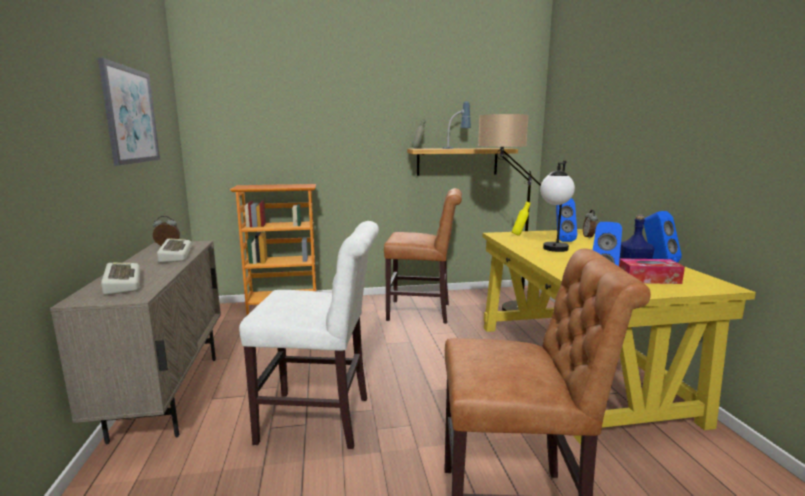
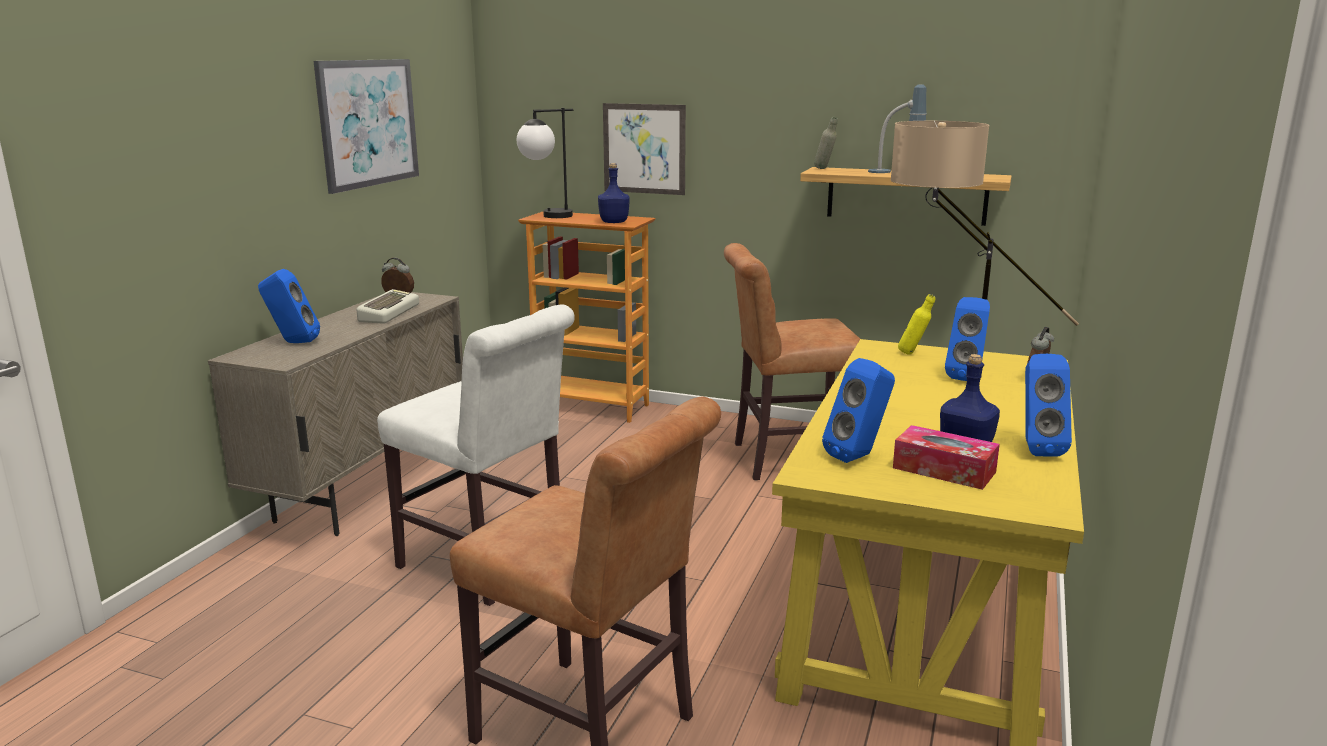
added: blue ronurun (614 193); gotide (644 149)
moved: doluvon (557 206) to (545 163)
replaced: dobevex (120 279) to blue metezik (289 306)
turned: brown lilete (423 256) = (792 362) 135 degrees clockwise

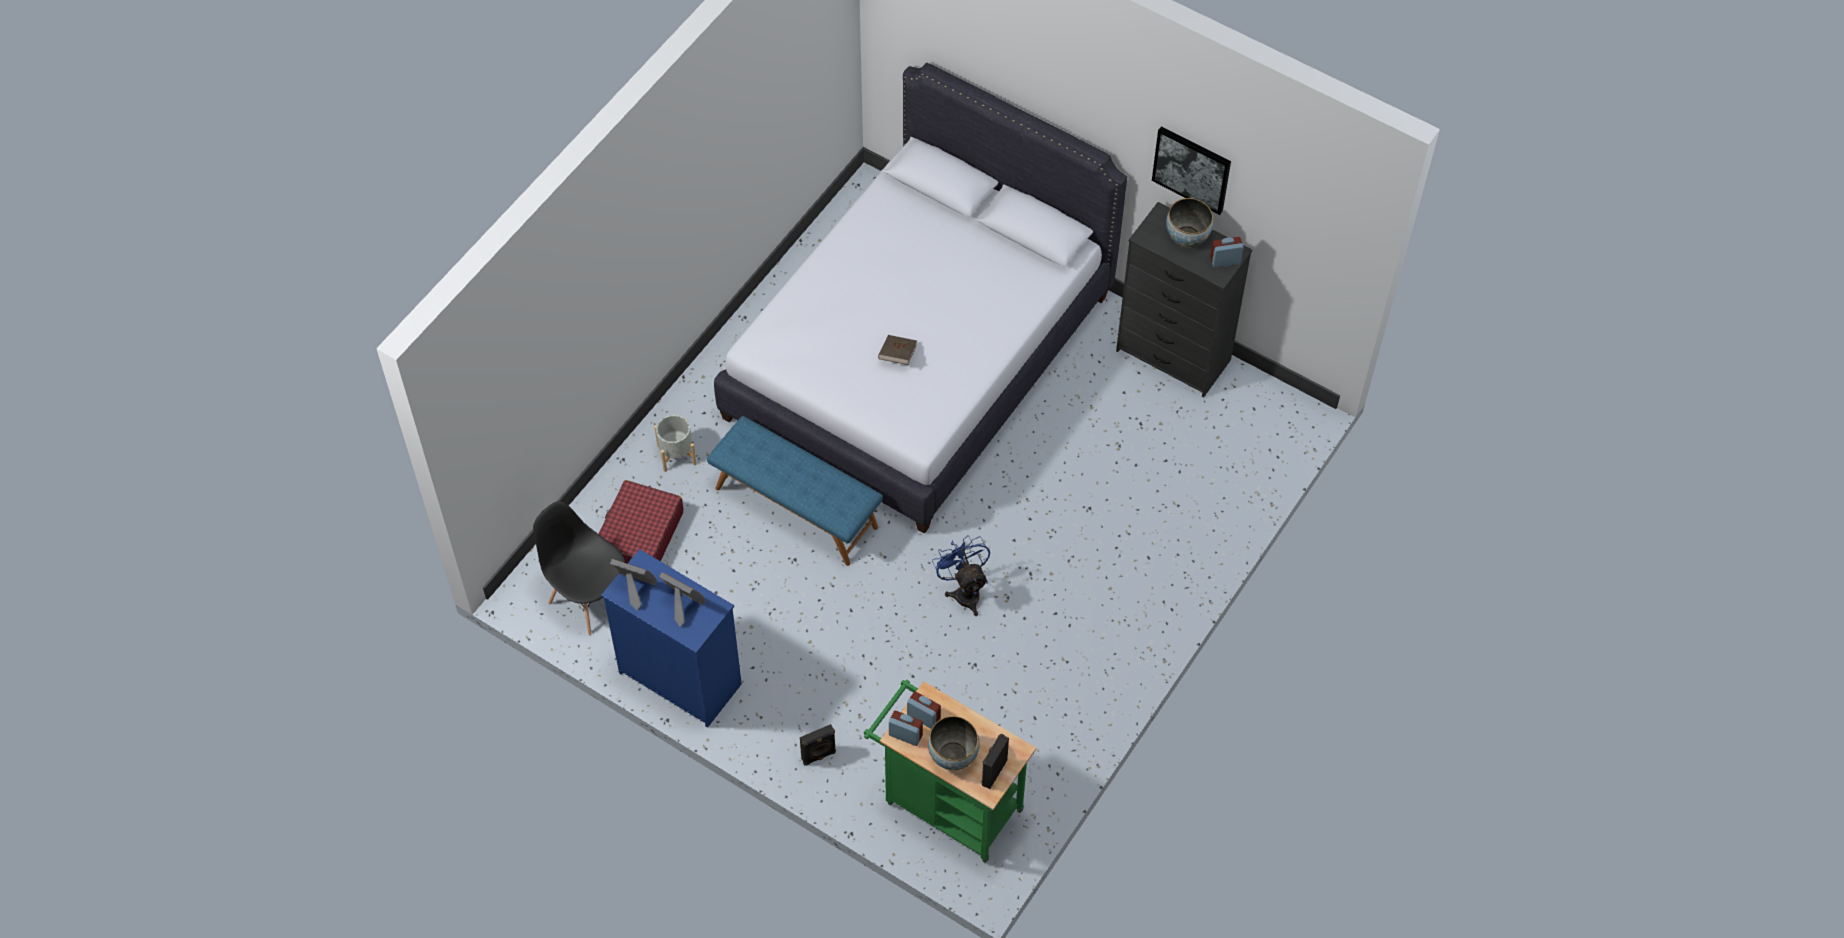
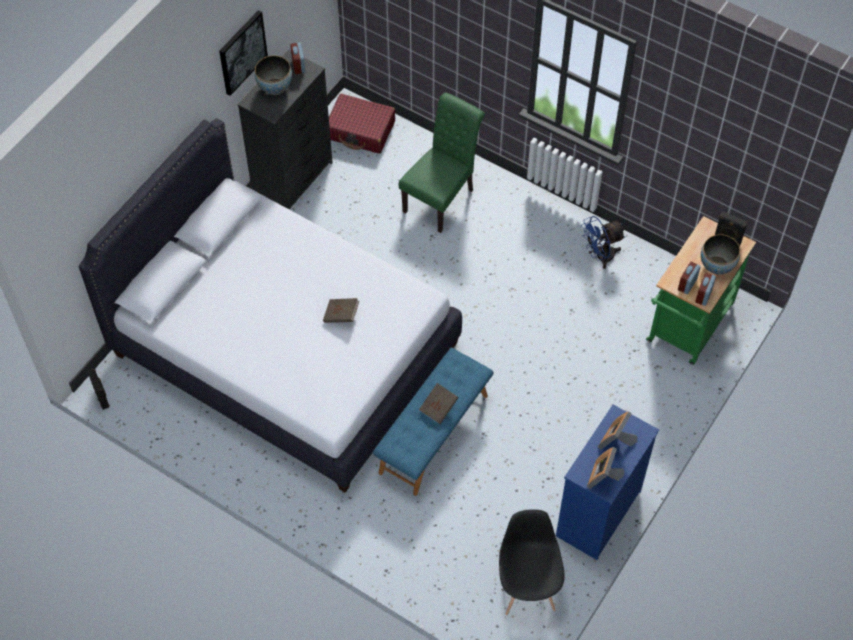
removed: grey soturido (675 443)
added: green lilete (442 163); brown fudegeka (439 403)
moved: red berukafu (641 522) to (362 123); black metezik (818 744) to (98 389); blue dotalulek (961 575) to (603 242)
turned: black lilete (579 568) = (532 562) 135 degrees clockwise

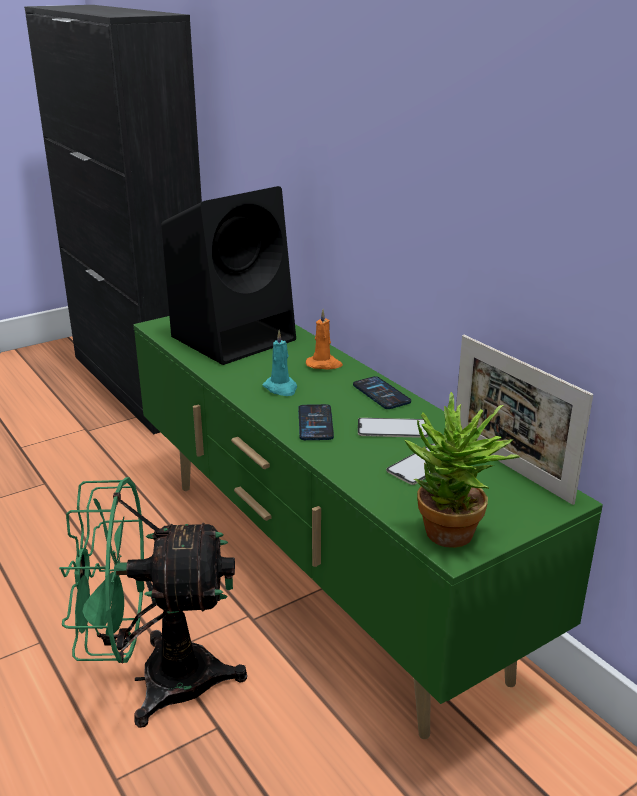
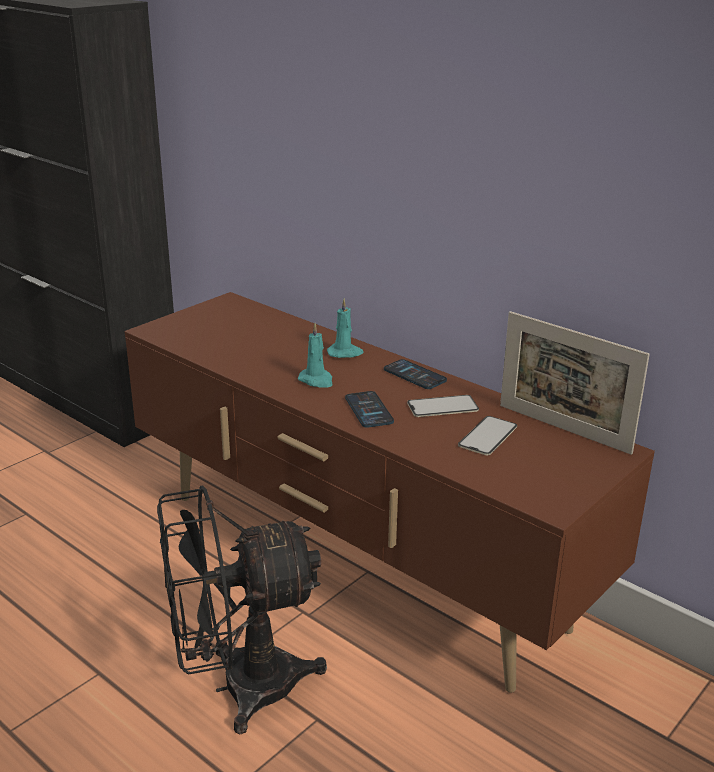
removed: black metezik (228 275); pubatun (462 470)
recoloured: green dotalulek (153 602) to black dotalulek (242 609); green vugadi (368 527) to brown vugadi (389 492); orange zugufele (324 339) to turquoise zugufele (345 328)

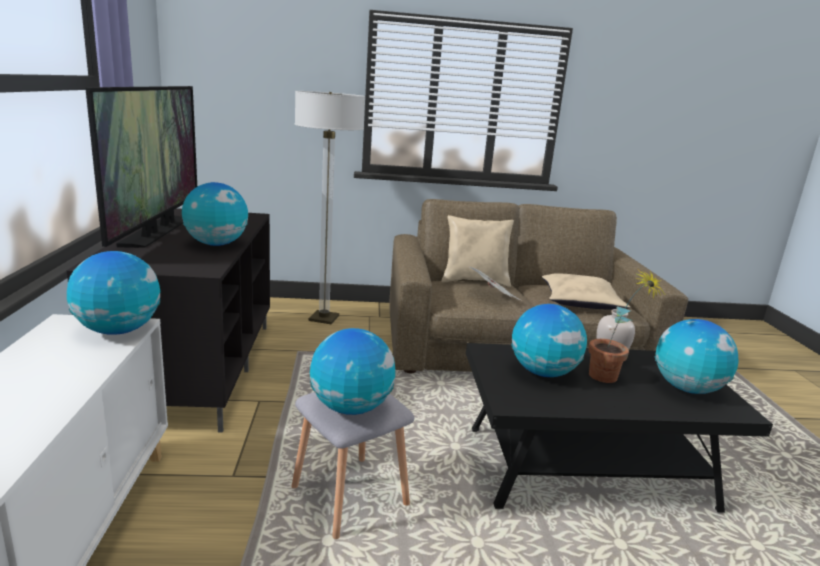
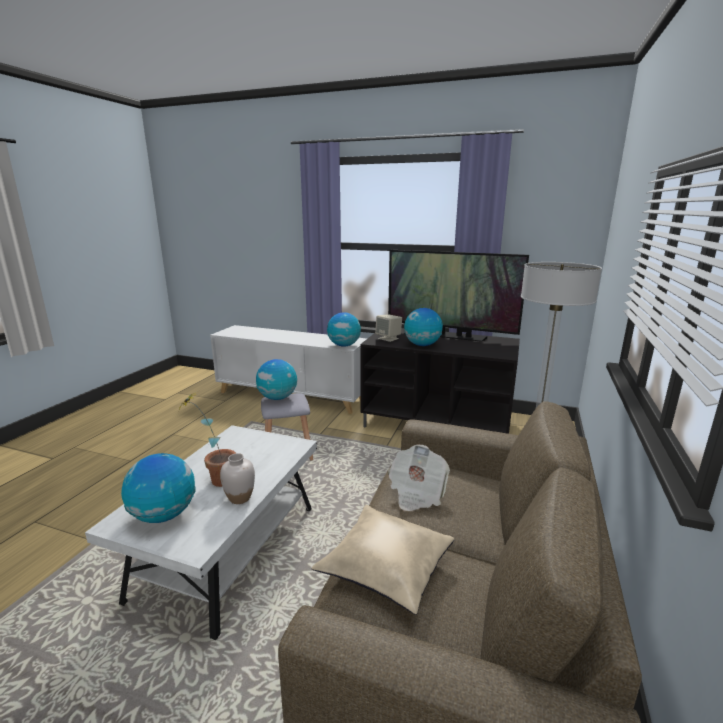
removed: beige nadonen (478 251); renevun (549 340)
added: beige metezik (388 328)
recoloured: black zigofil (619 428) to white zigofil (201 532)

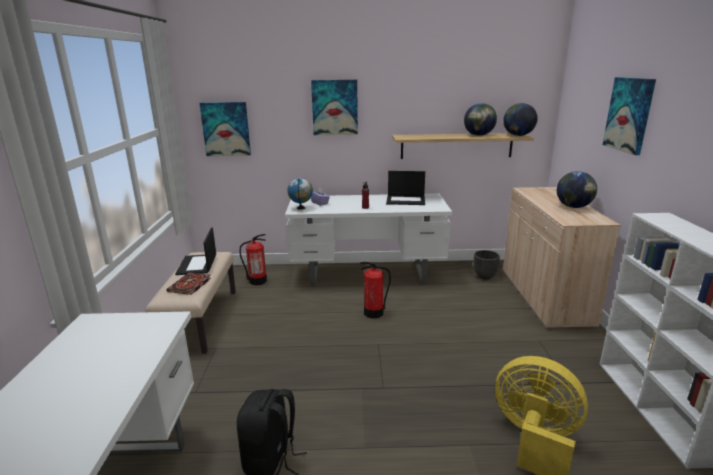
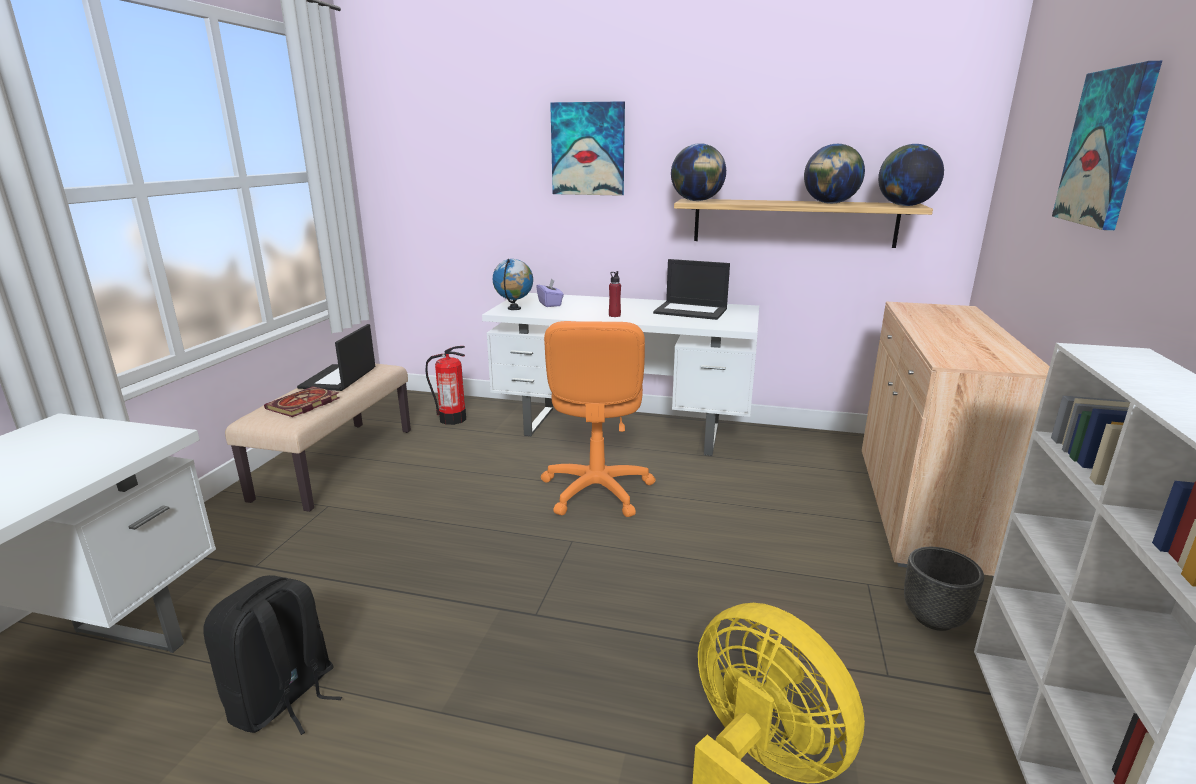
removed: gotide (225 129)
moved: black soturido (487 264) to (944 589); renevun (577 189) to (698 172)
replaced: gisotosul (375 290) to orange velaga (598 419)

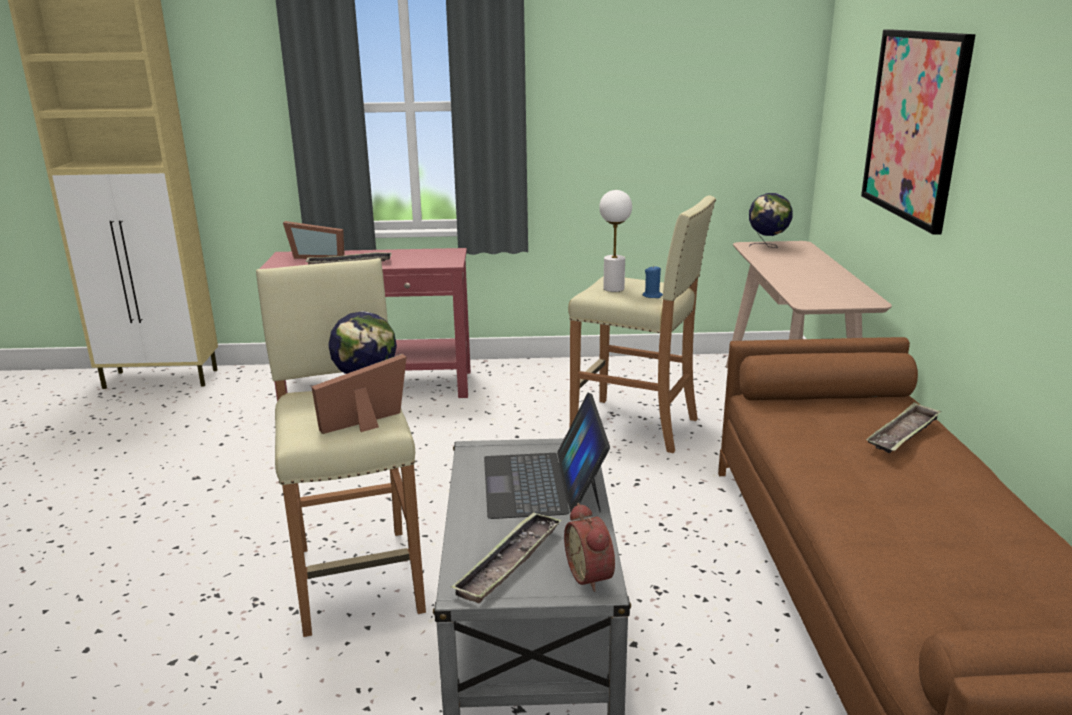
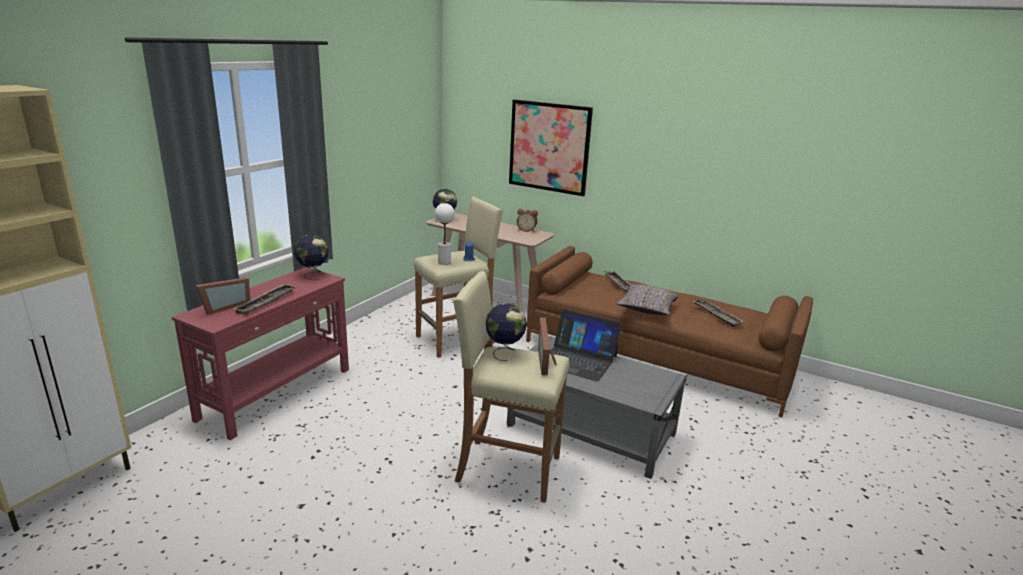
added: renevun (311 257); grey nadonen (647 299)
moved: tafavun (506 557) to (718 313); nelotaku (589 547) to (527 220)

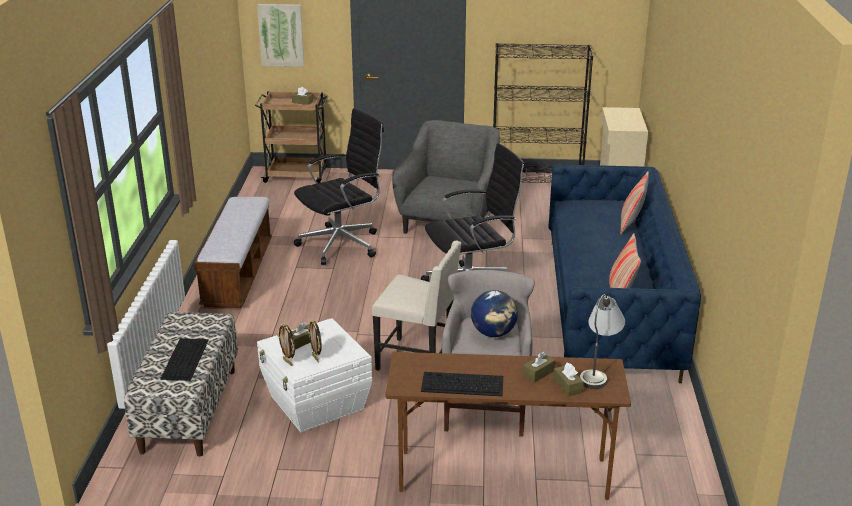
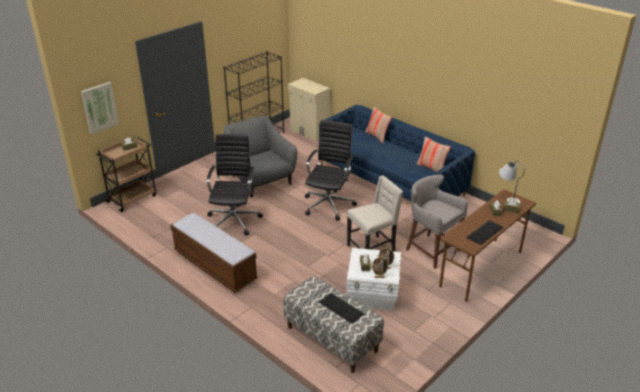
removed: renevun (494 313)

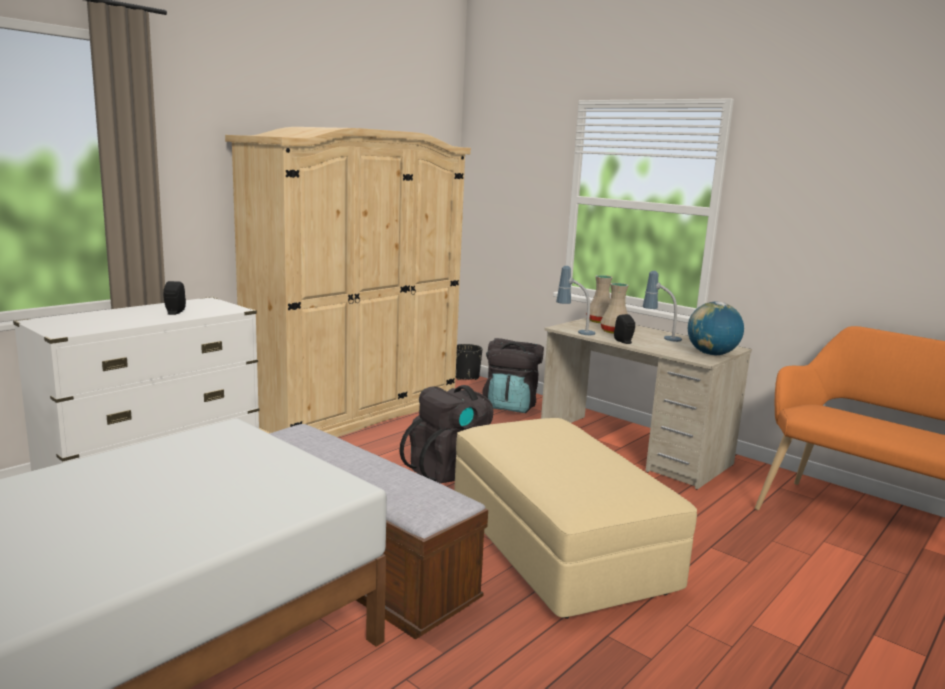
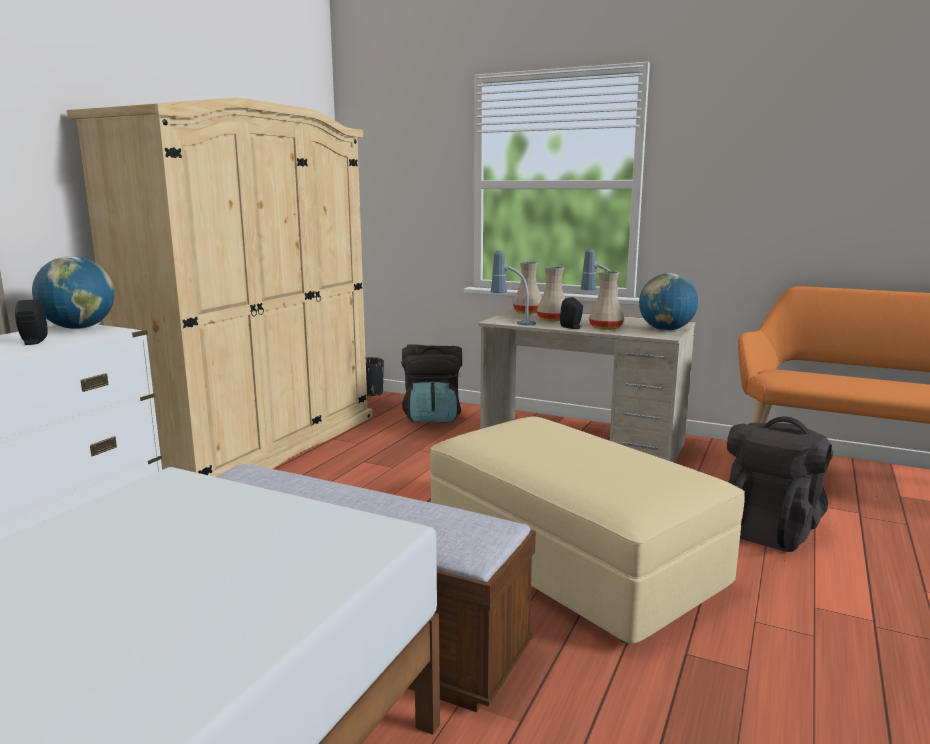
added: renevun (73 292); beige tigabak (606 300)
moved: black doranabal (446 434) to (780 484)

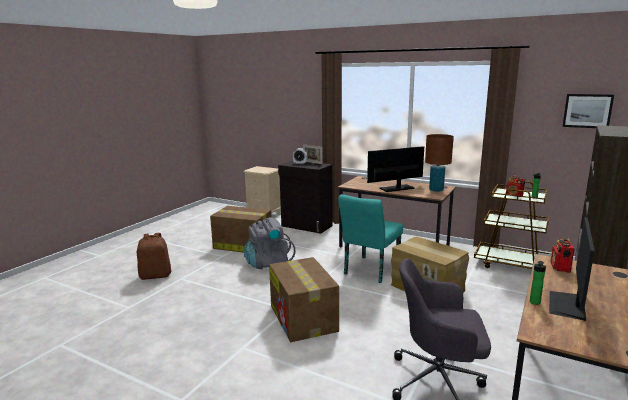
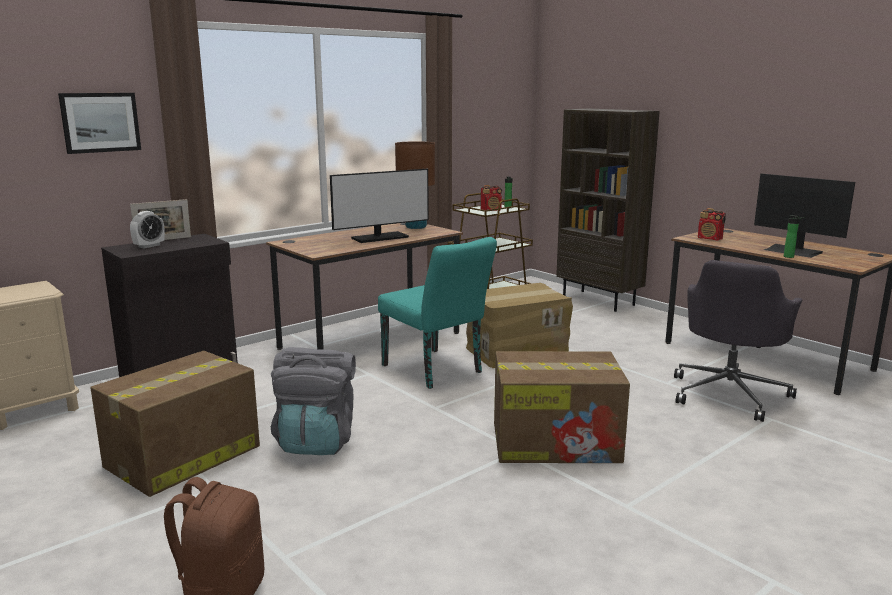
moved: gotide (588 111) to (99 123)
turned: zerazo (395 169) = (379 206) 120 degrees counterclockwise

